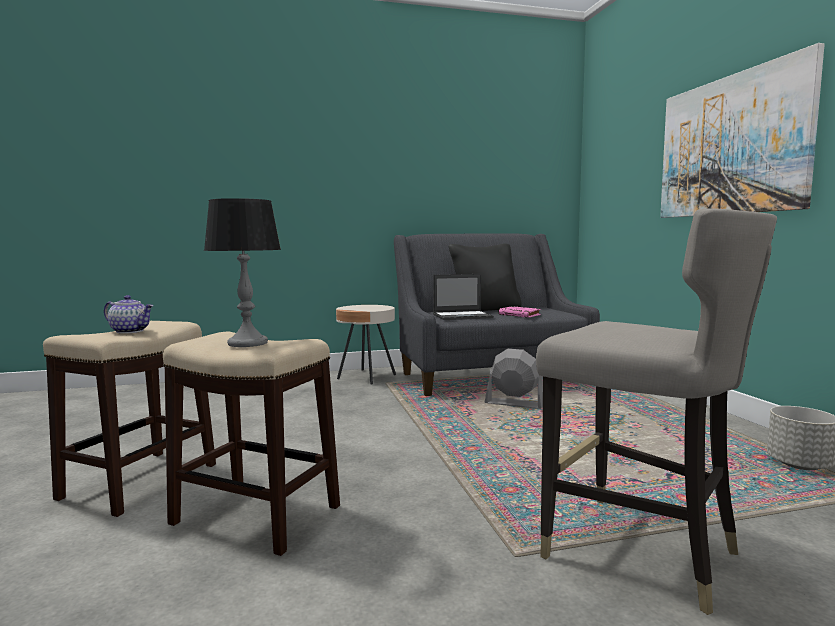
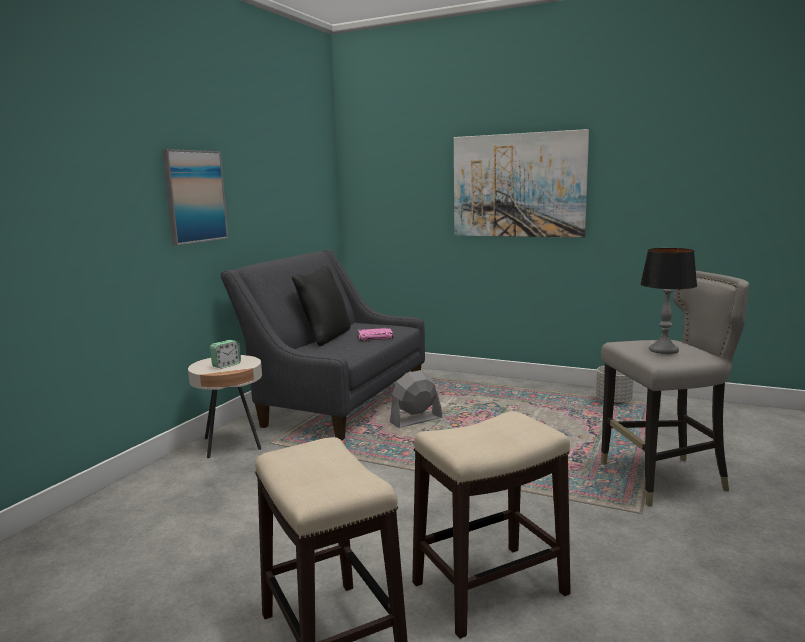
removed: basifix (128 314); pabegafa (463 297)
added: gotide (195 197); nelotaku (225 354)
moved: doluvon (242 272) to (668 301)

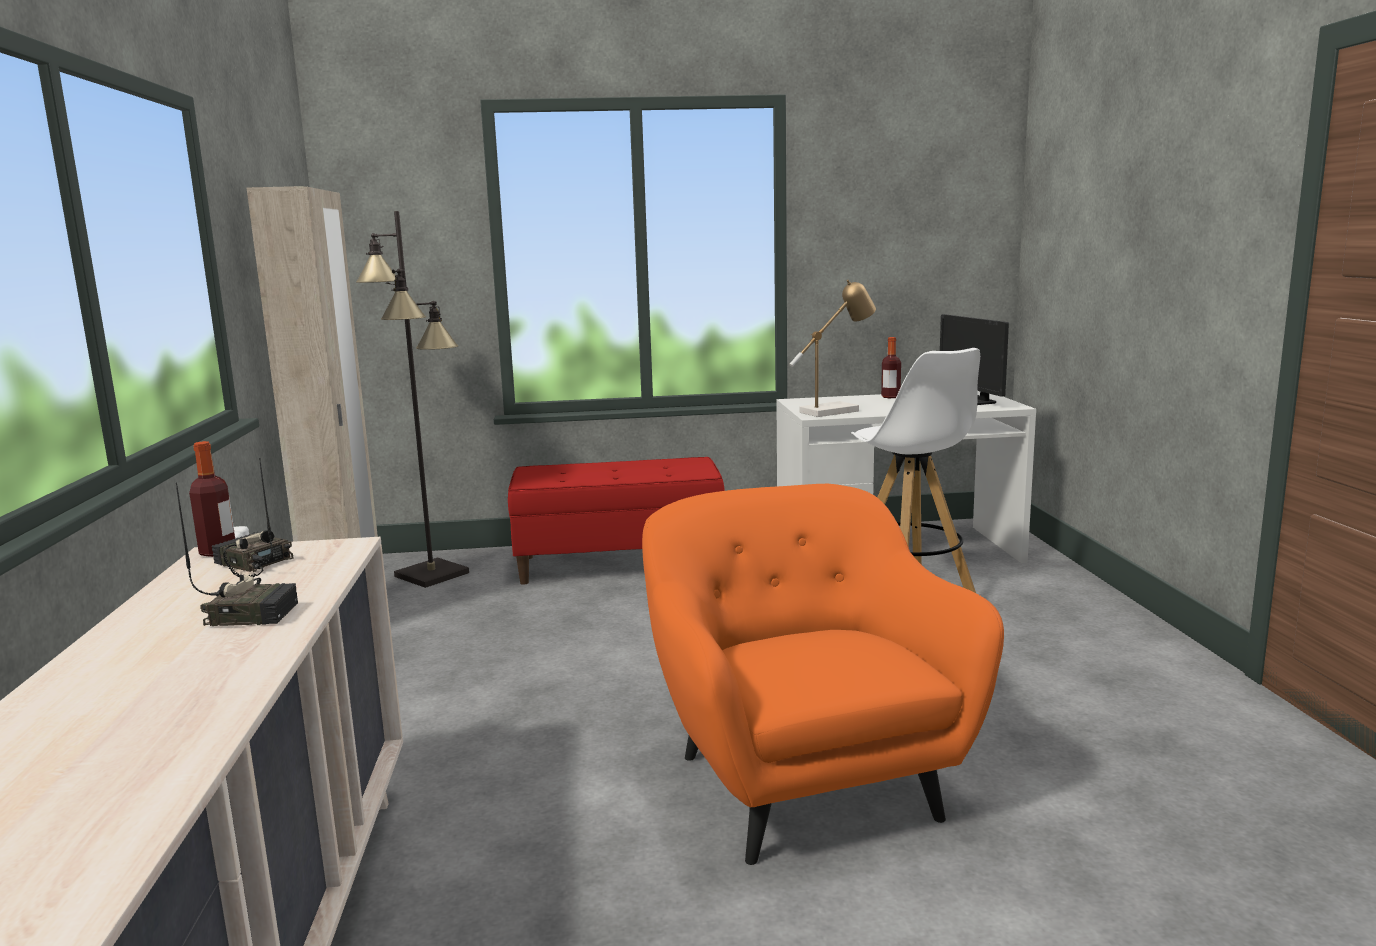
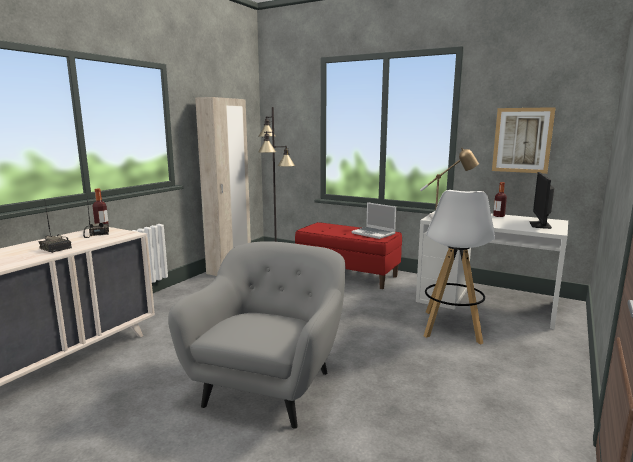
added: pabegafa (373 220); gotide (524 140)
recoloured: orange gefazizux (823 674) to grey gefazizux (256 335)

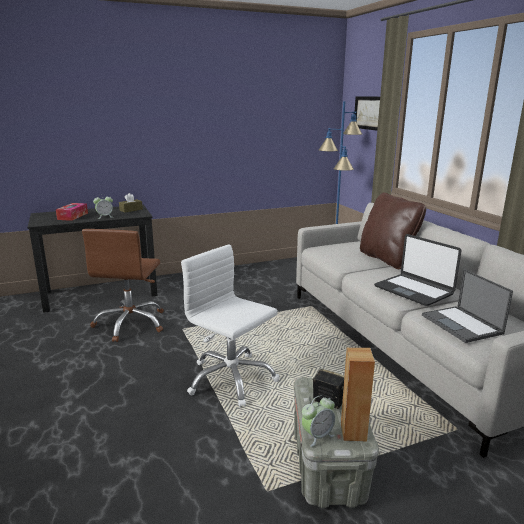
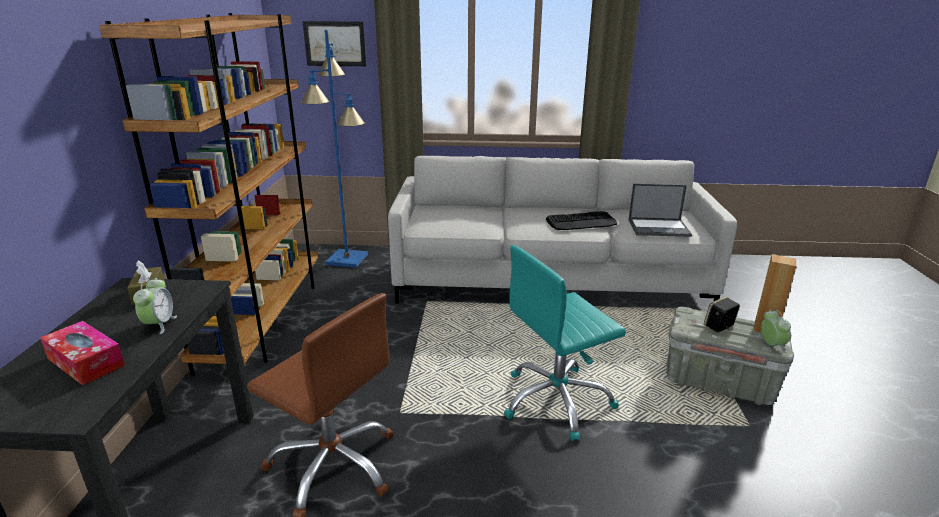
removed: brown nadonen (393 231)
added: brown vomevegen (209 194)
replaced: pabegafa (418 270) to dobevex (581 220)
recoloured: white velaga (230 325) to turquoise velaga (565 343)

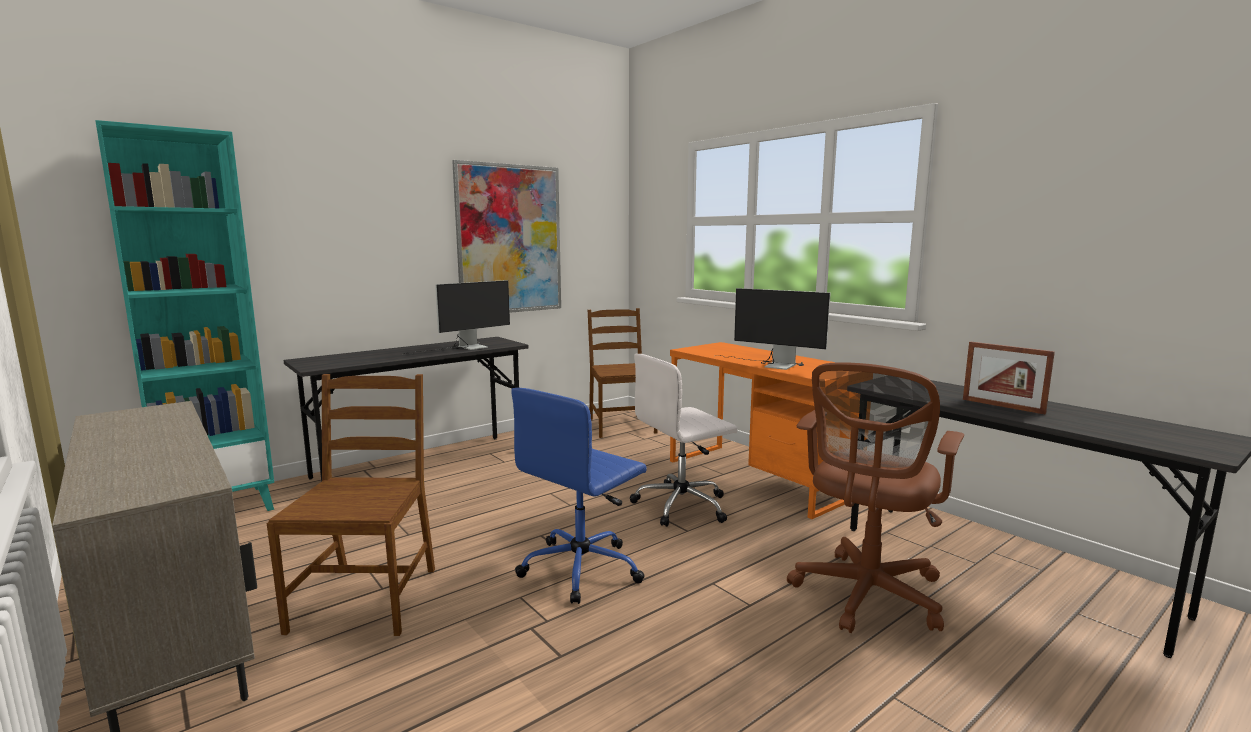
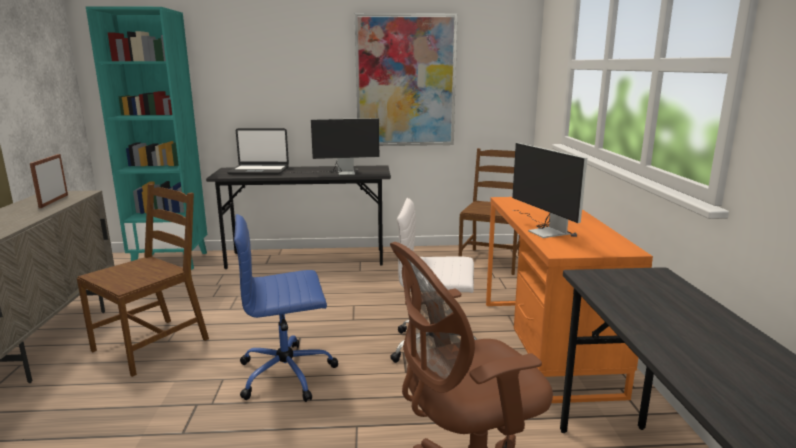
added: pabegafa (258 151)
moved: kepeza (1009 378) to (49 181)

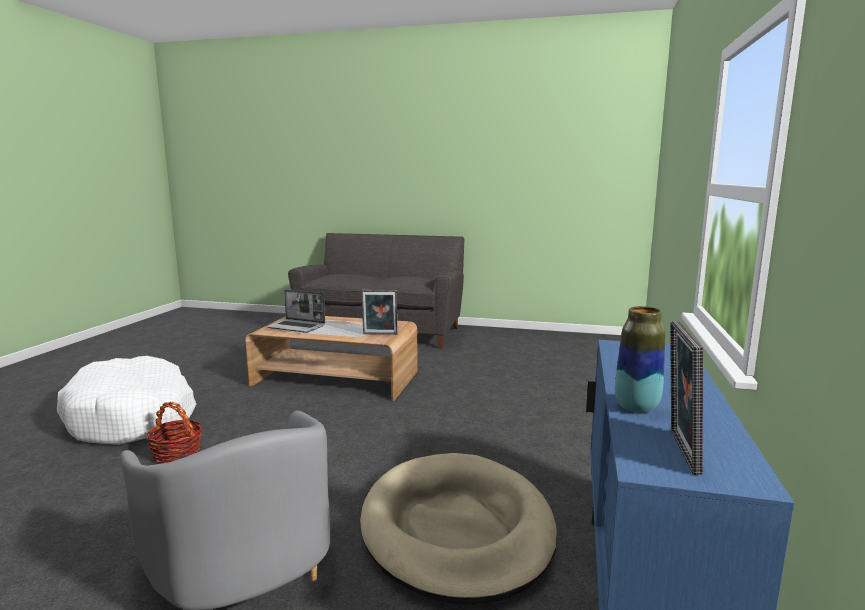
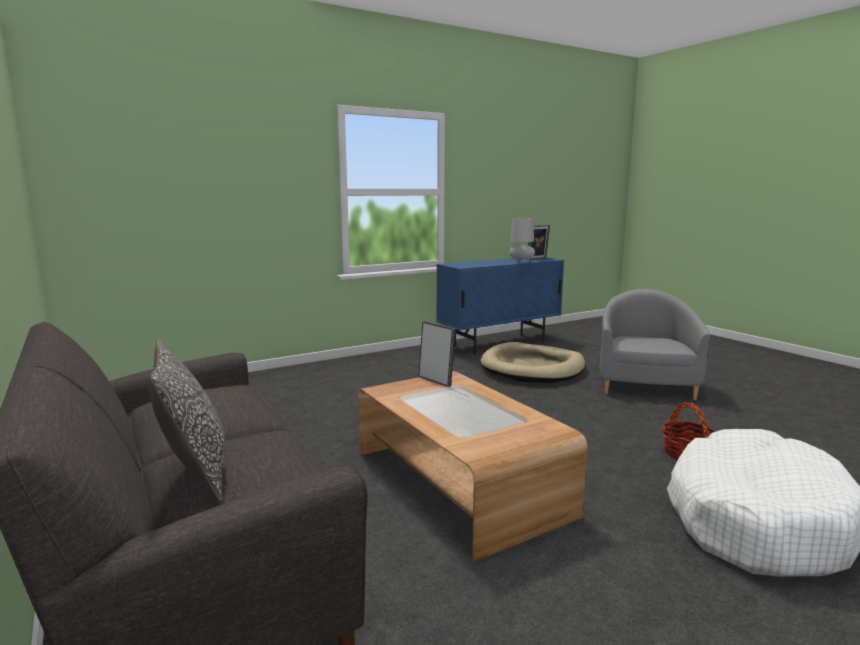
removed: pabegafa (295 311)
added: nadonen (187 421)
replaced: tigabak (640 359) to grey doluvon (522 240)

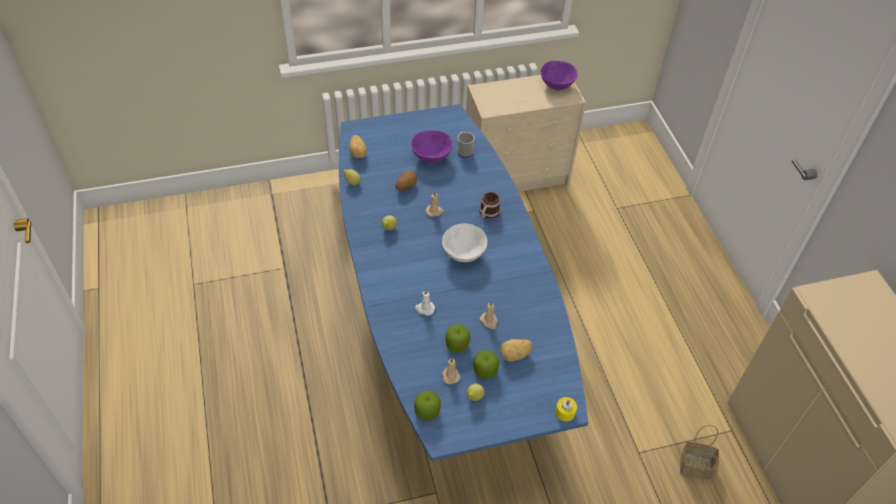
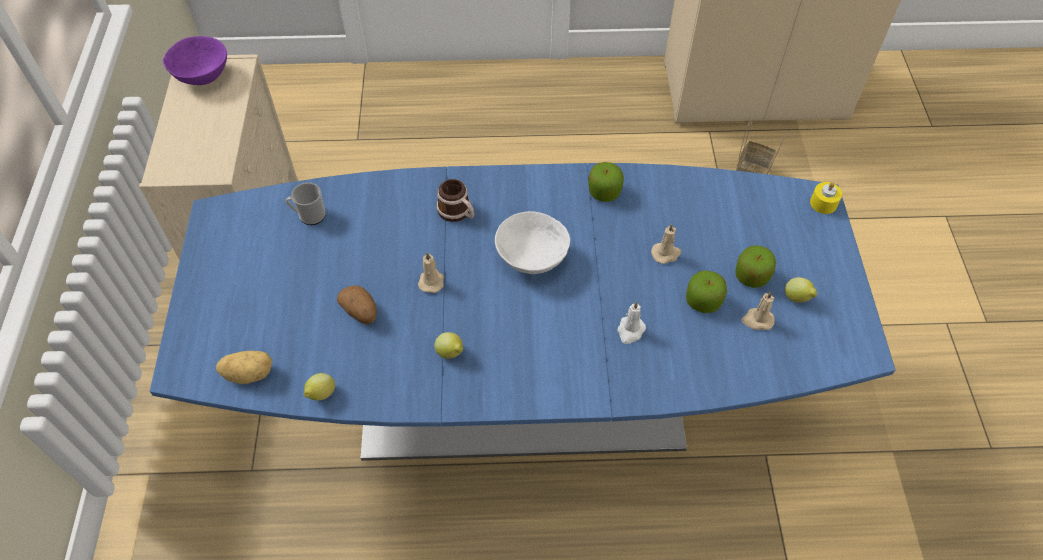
removed: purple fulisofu (432 146); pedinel (516 350)
moved: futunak (427 405) to (606 182)

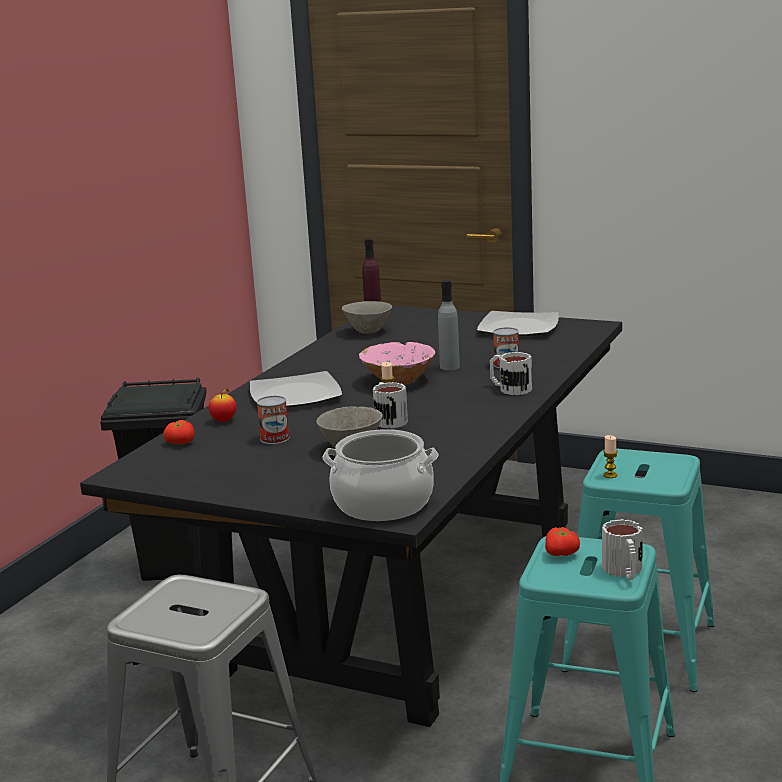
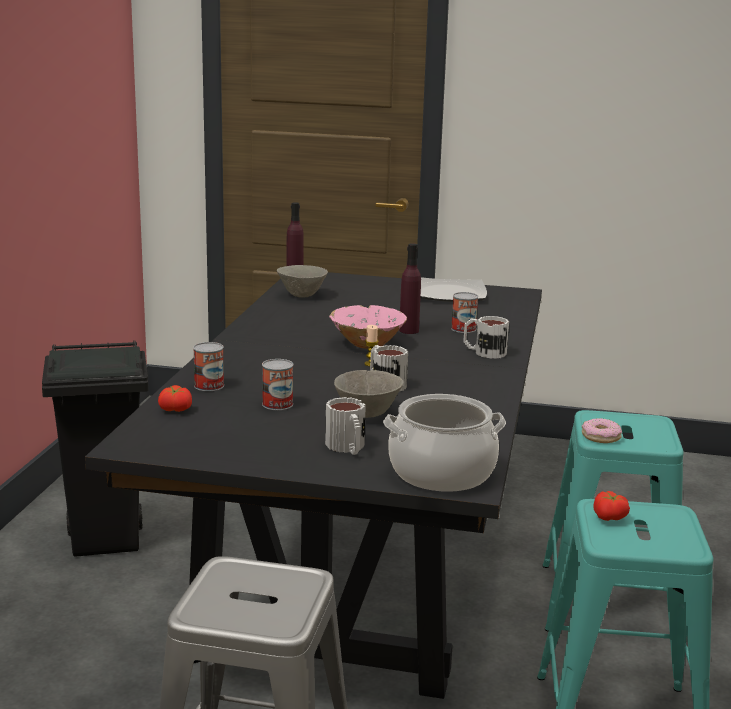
removed: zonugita (296 389)
moved: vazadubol (622 549) to (345 426)
replaced: futunak (222 405) to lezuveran (208 366); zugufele (610 456) to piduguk (601 430)
recoloured: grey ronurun (449 325) to purple ronurun (410 288)

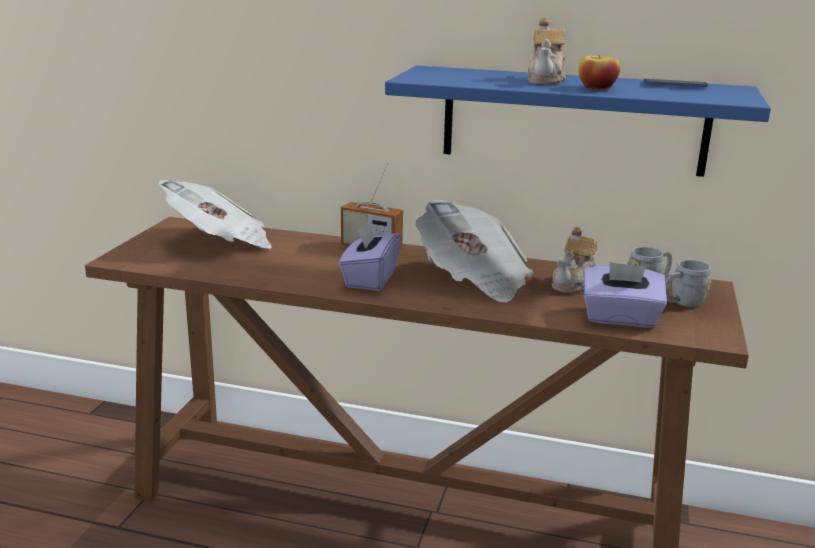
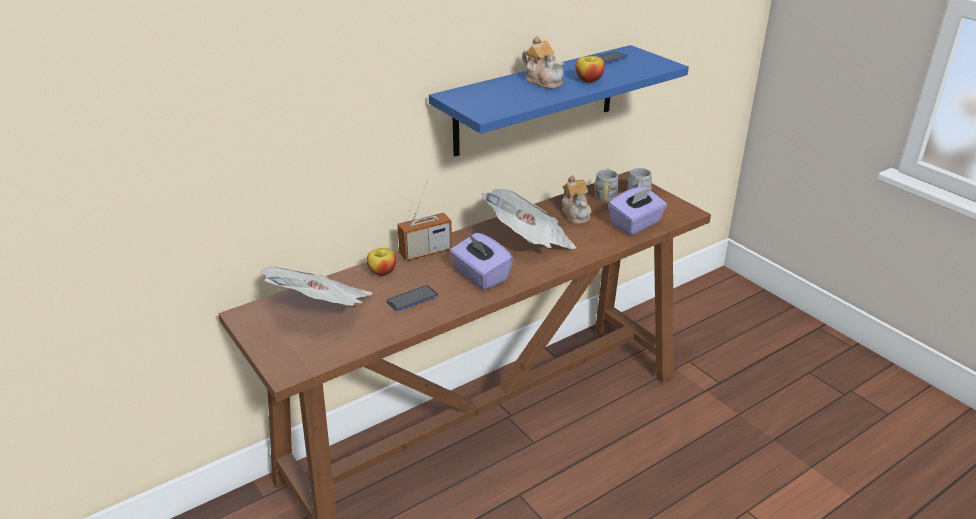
added: futunak (381 262); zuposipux (412 298)

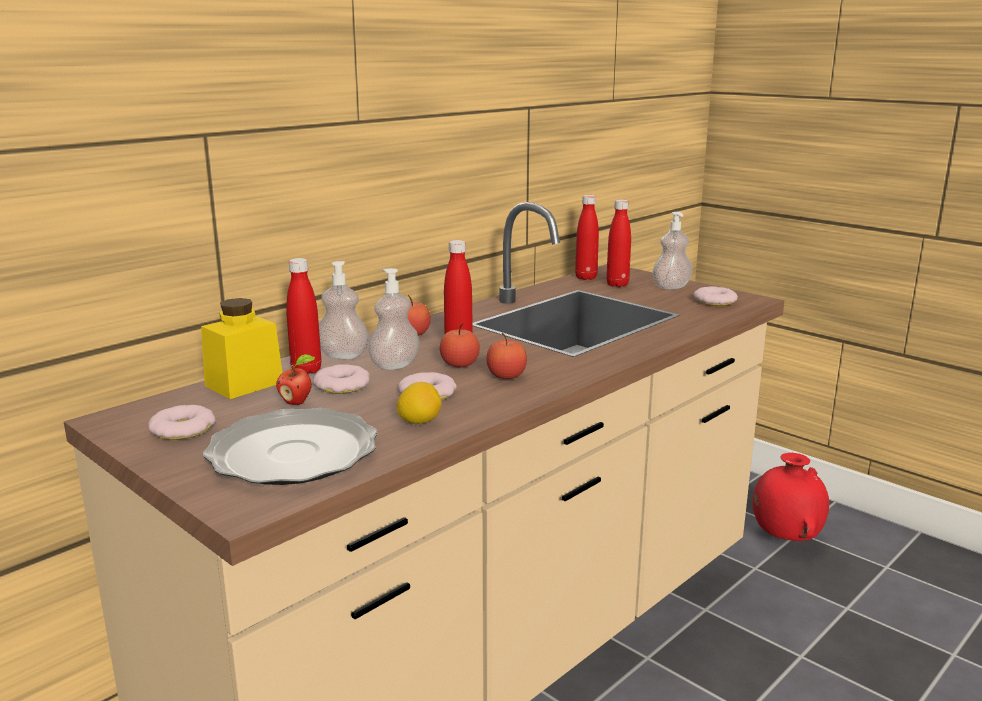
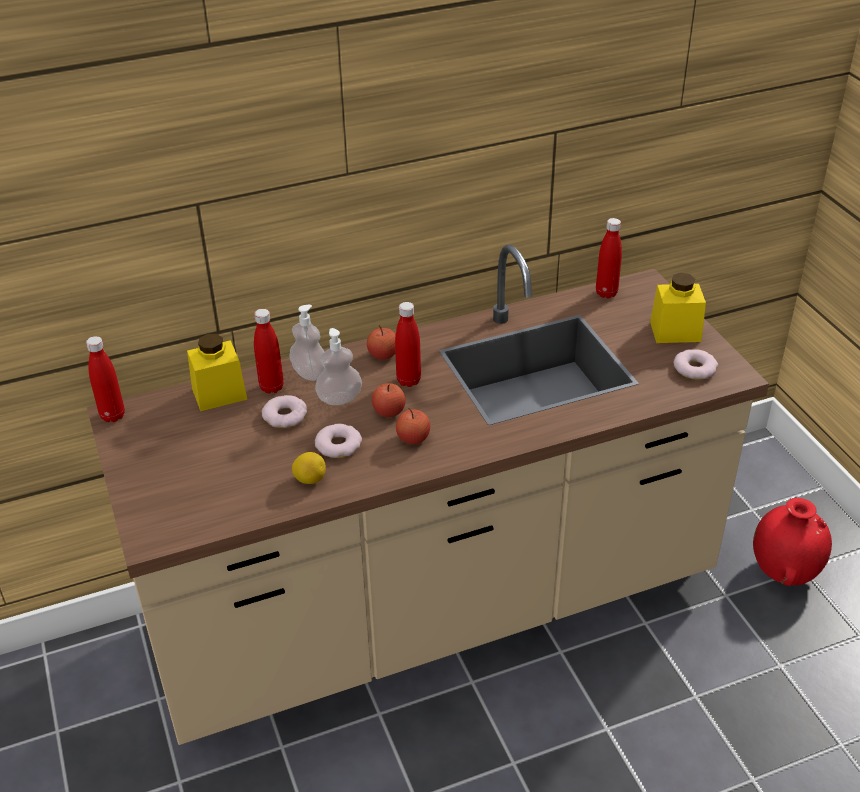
removed: piduguk (182 422); zonugita (290 446); futunak (295 379)
moved: red ronurun (618 243) to (105 379)
replaced: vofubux (672 251) to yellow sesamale (678 308)

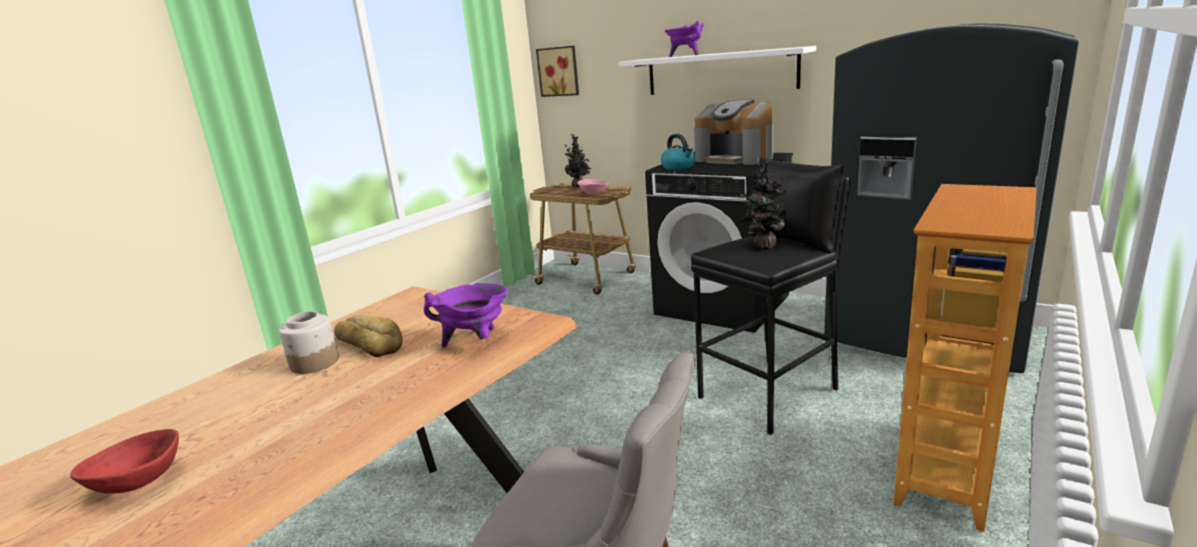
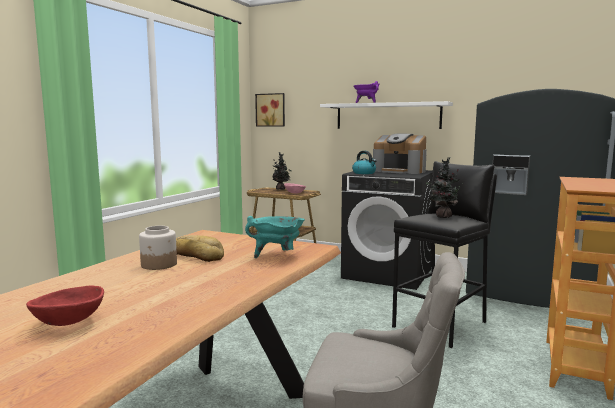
recoloured: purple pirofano (466 315) to turquoise pirofano (275 237)

